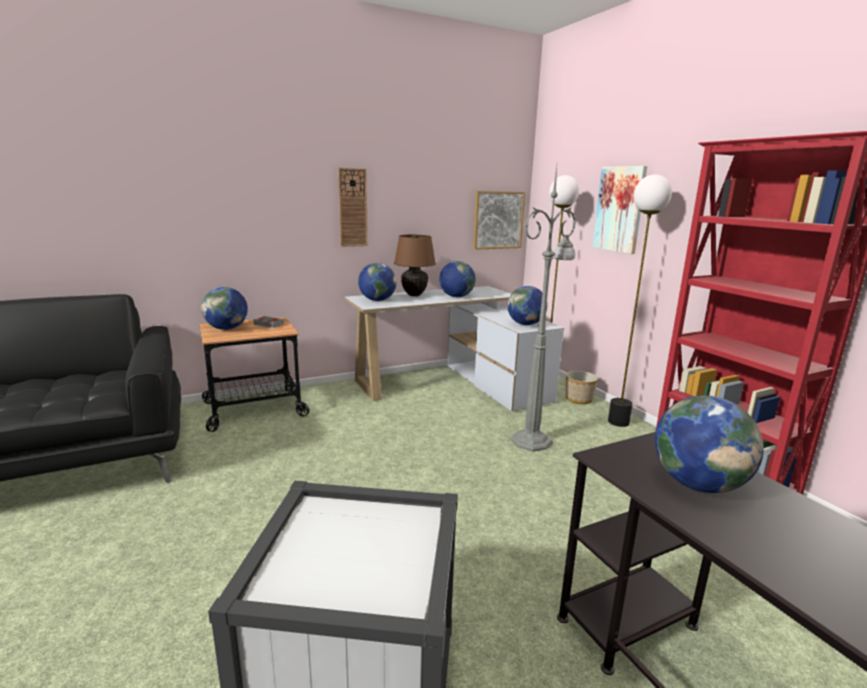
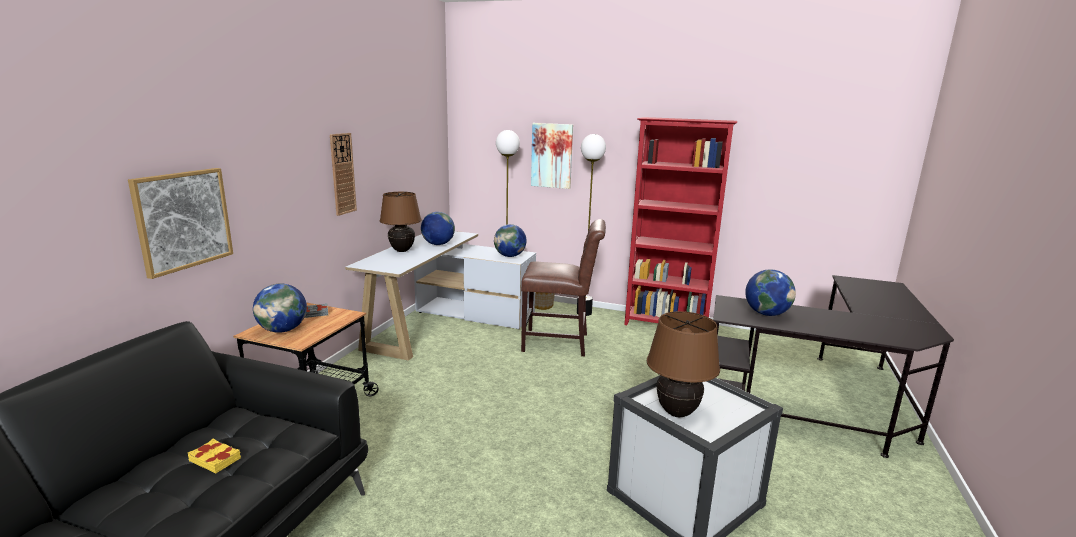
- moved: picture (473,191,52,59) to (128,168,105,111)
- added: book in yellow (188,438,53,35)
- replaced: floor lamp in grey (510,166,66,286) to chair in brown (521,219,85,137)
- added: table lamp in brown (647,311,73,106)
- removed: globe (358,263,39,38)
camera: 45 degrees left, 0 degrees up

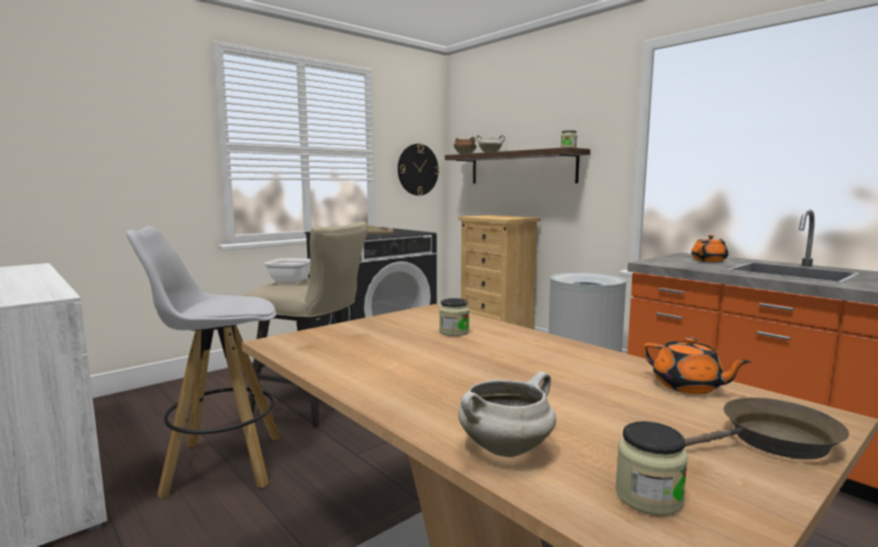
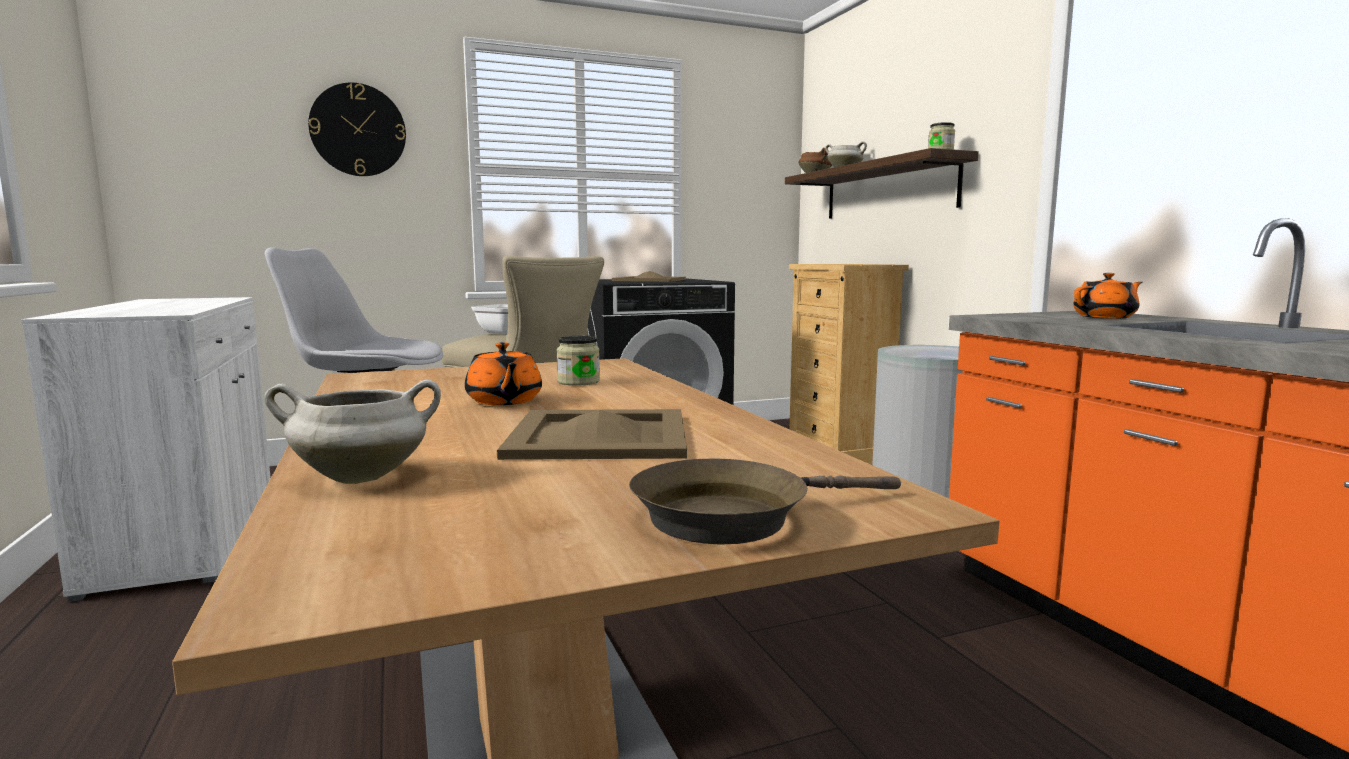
- moved: wall clock (398,144,41,52) to (308,83,98,93)
- moved: teapot in orange (642,337,109,57) to (465,342,77,63)
- added: tray in beige (497,409,190,51)
- turned: frying pan in brown (685,397,164,62) = (629,458,272,87) 150 degrees clockwise
- removed: jar (615,421,73,95)
camera: 20 degrees right, 0 degrees up

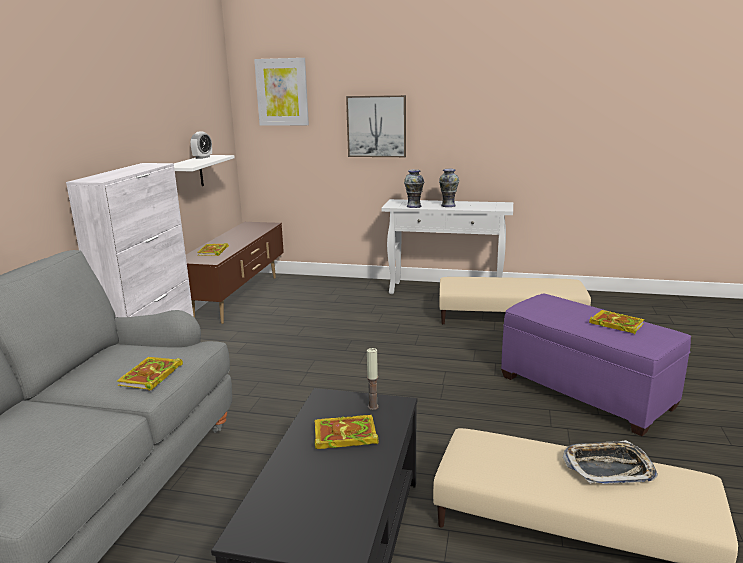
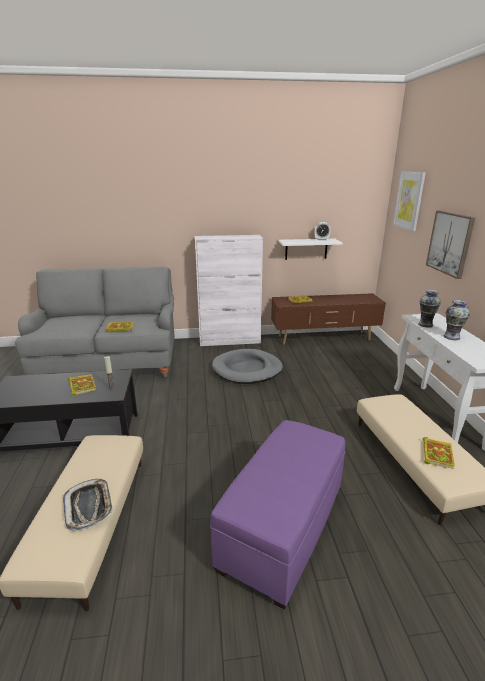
- added: dog bed in grey (212,349,71,35)
- moved: book (589,310,55,25) to (423,437,32,32)
camera: 70 degrees right, 5 degrees up

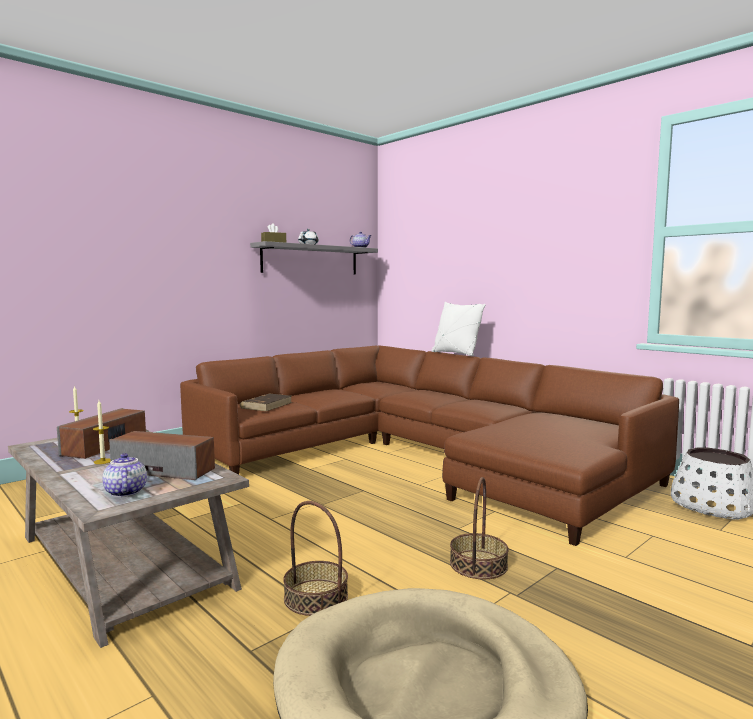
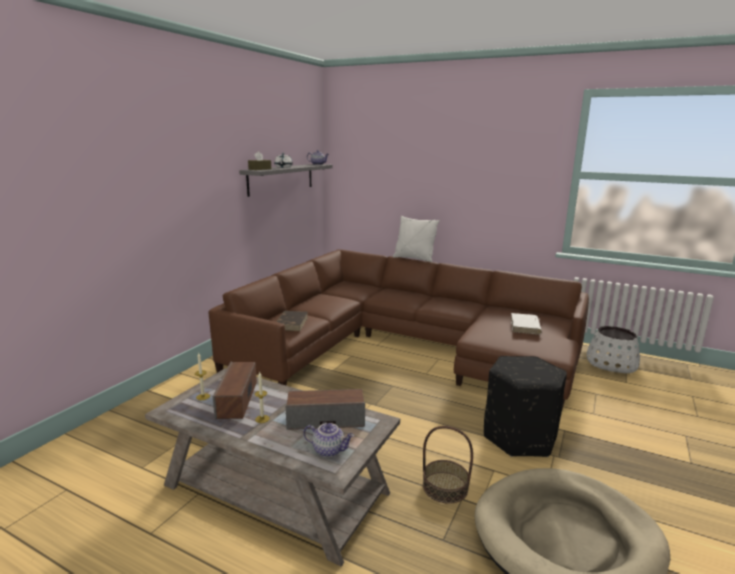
- turned: teapot (102,453,45,44) = (303,423,51,34) 150 degrees clockwise
- replaced: basket (450,477,59,102) to ottoman in black (484,356,83,101)
- added: book in white (511,313,31,22)
camera: 20 degrees left, 10 degrees up

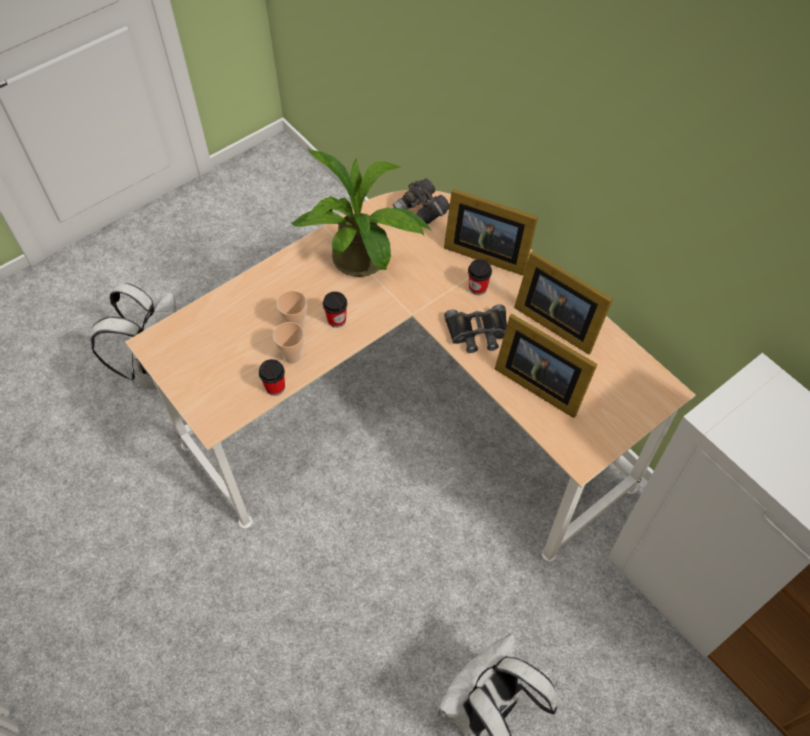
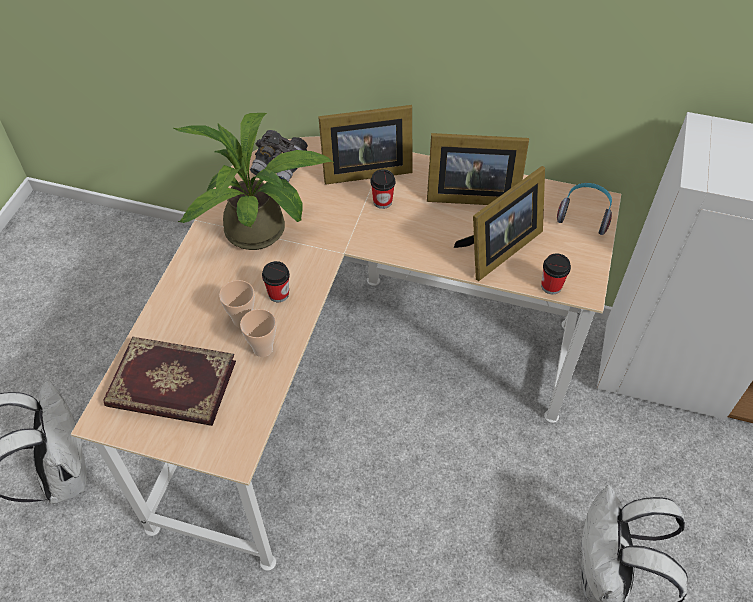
- added: book (103,337,133,89)
- turned: picture frame (495,313,103,105) = (454,166,91,115) 45 degrees counterclockwise
- moved: cup (259,359,26,37) to (541,253,30,42)
- added: headphones (557,183,55,52)
- removed: binoculars in black (444,304,63,49)
camera: 35 degrees left, 5 degrees down

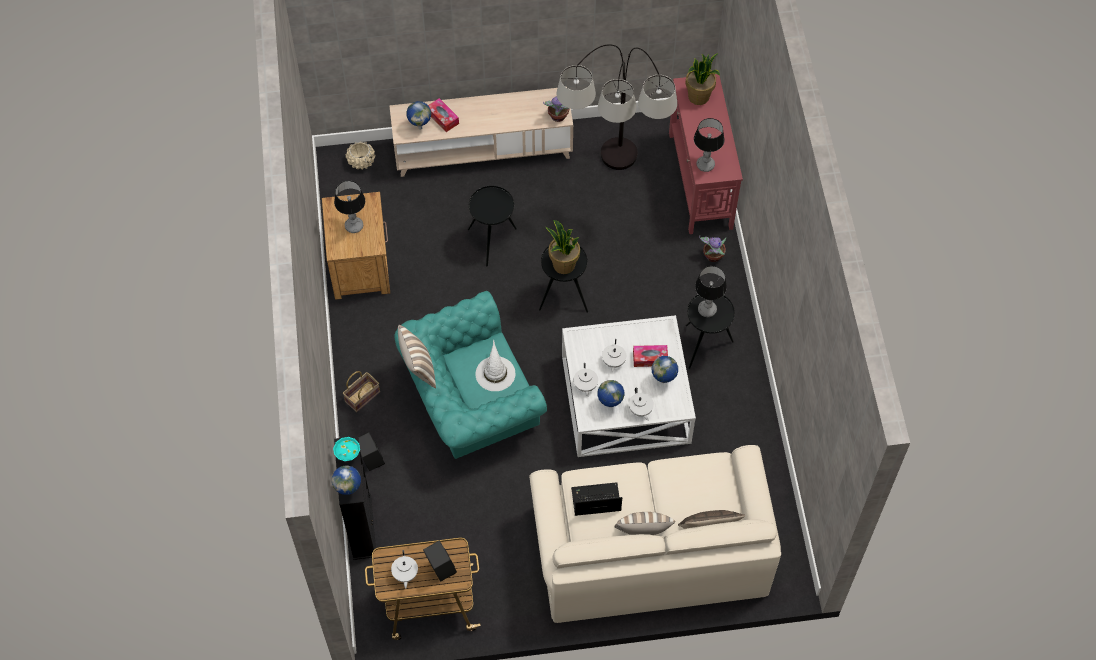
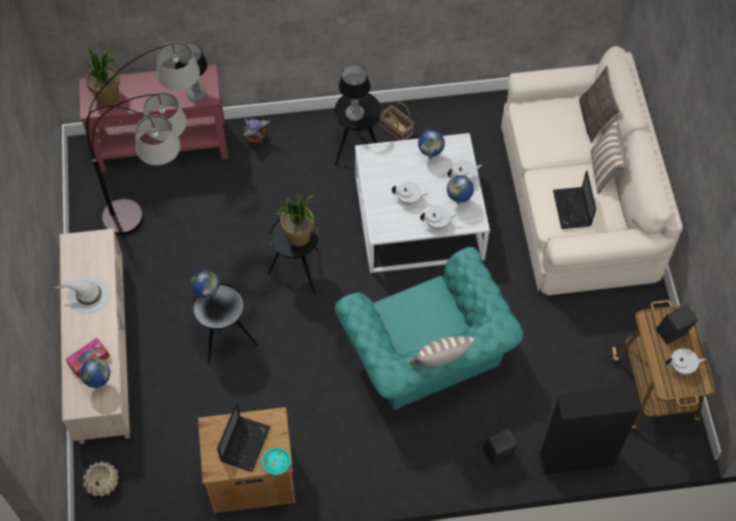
- moved: hat in white (476,339,39,52) to (54,276,57,38)
- moved: globe (332,466,29,29) to (190,269,29,30)
- replaced: table lamp (334,181,31,52) to laptop (217,403,54,69)
- moved: bowl in turquoise (333,437,27,24) to (262,447,29,28)
- moved: basket (343,371,37,41) to (380,102,34,39)
- removed: potted plant (543,96,26,26)
- removed: tissue box (633,345,35,22)
camera: 90 degrees left, 0 degrees up

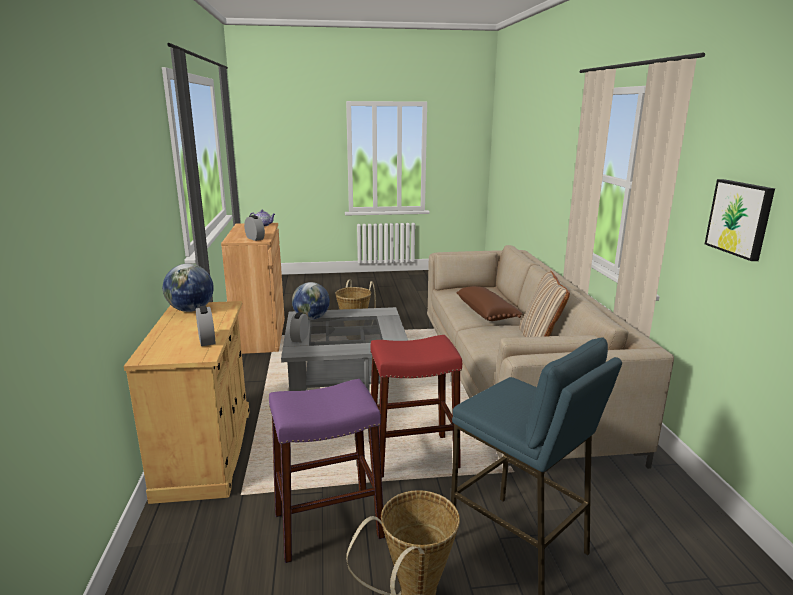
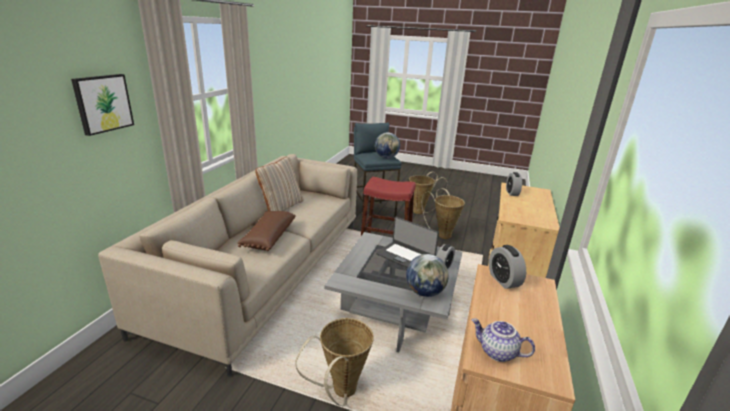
- moved: picture (705,179,70,82) to (71,74,63,62)
- moved: globe (163,264,51,48) to (375,132,25,26)
- added: laptop (376,217,63,50)
- replaced: stool in purple (269,379,116,184) to basket (422,188,43,51)
camera: 155 degrees left, 5 degrees up

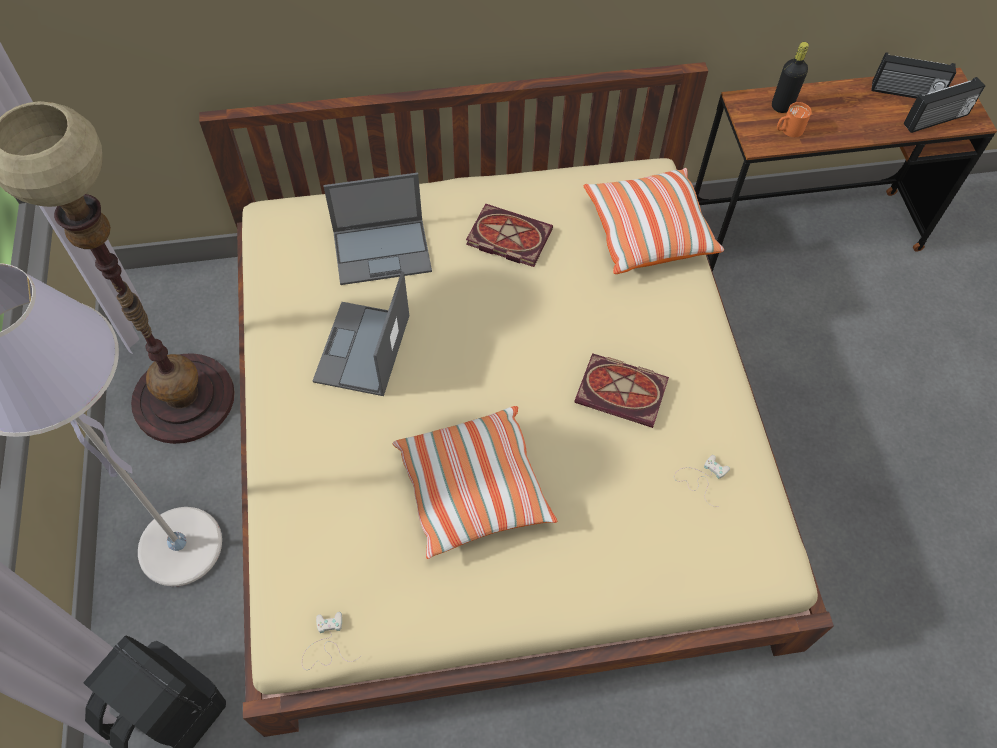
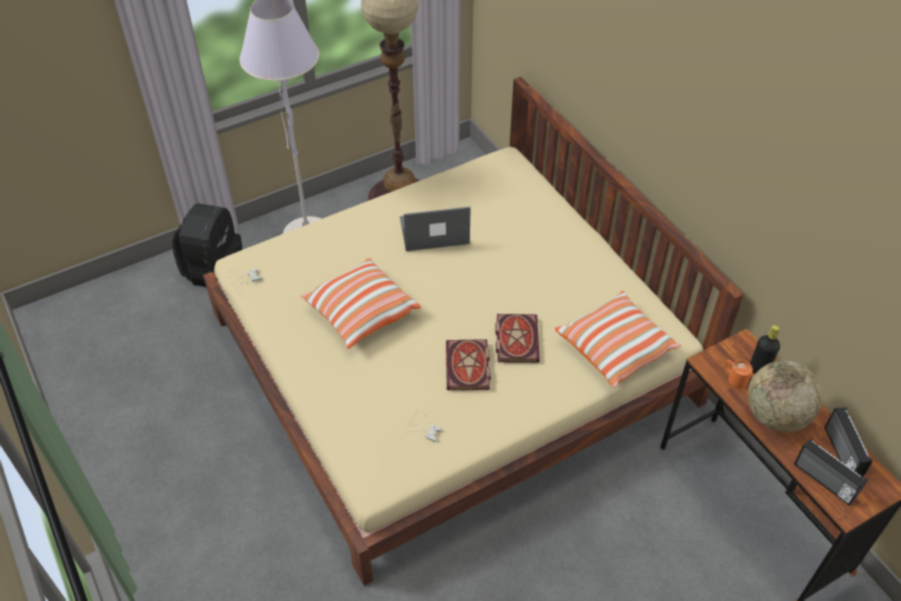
- moved: book (466,204,87,63) to (495,314,45,49)
- added: globe (747,361,76,71)
- removed: laptop (323,173,109,112)
camera: 70 degrees right, 10 degrees down

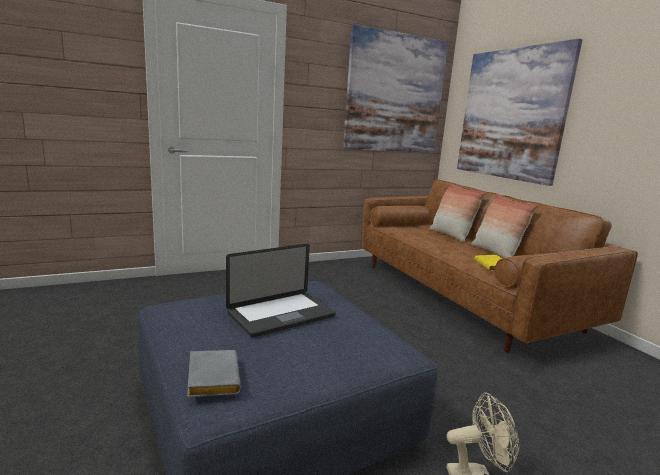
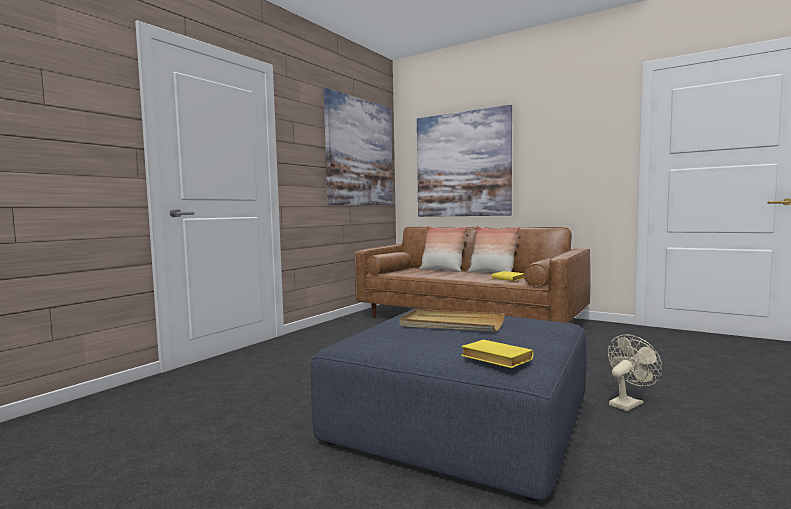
- replaced: laptop (226,244,110,93) to tray in beige (400,309,105,23)
- recoloured: book in grey (187,350,54,47) to book in yellow (461,340,72,28)
camera: 30 degrees left, 10 degrees down

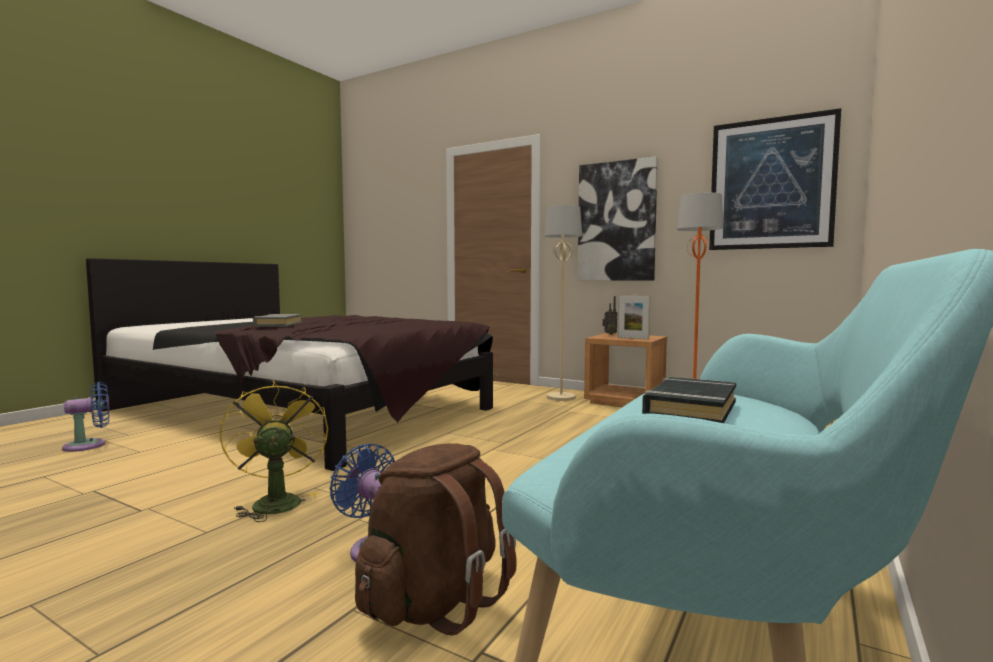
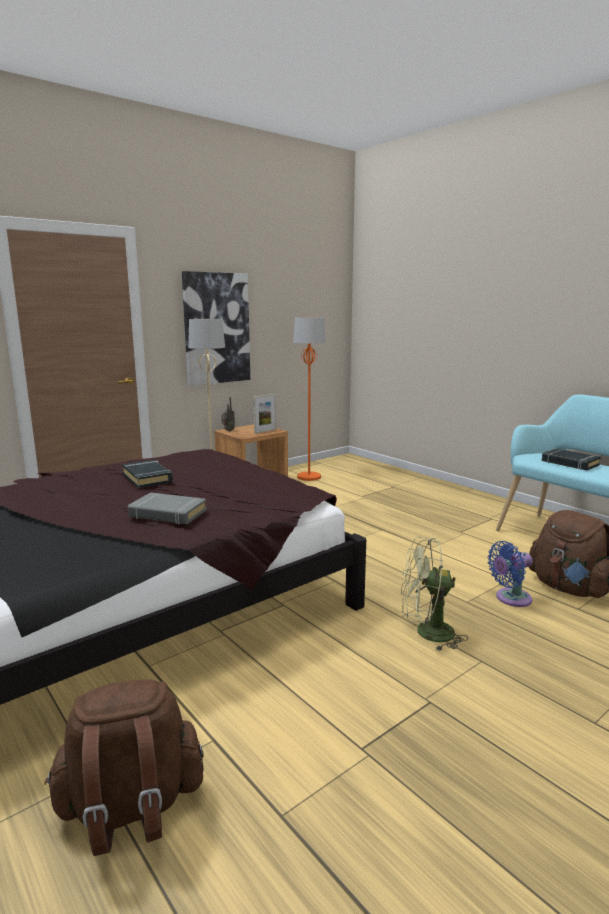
- replaced: fan in blue (62,382,47,70) to backpack in brown (44,679,160,177)
- added: book in black (122,460,51,28)
- recoloured: fan in yellow (220,380,108,142) to fan in green (401,537,67,114)
- removed: picture (709,108,132,142)
camera: 70 degrees left, 10 degrees up

